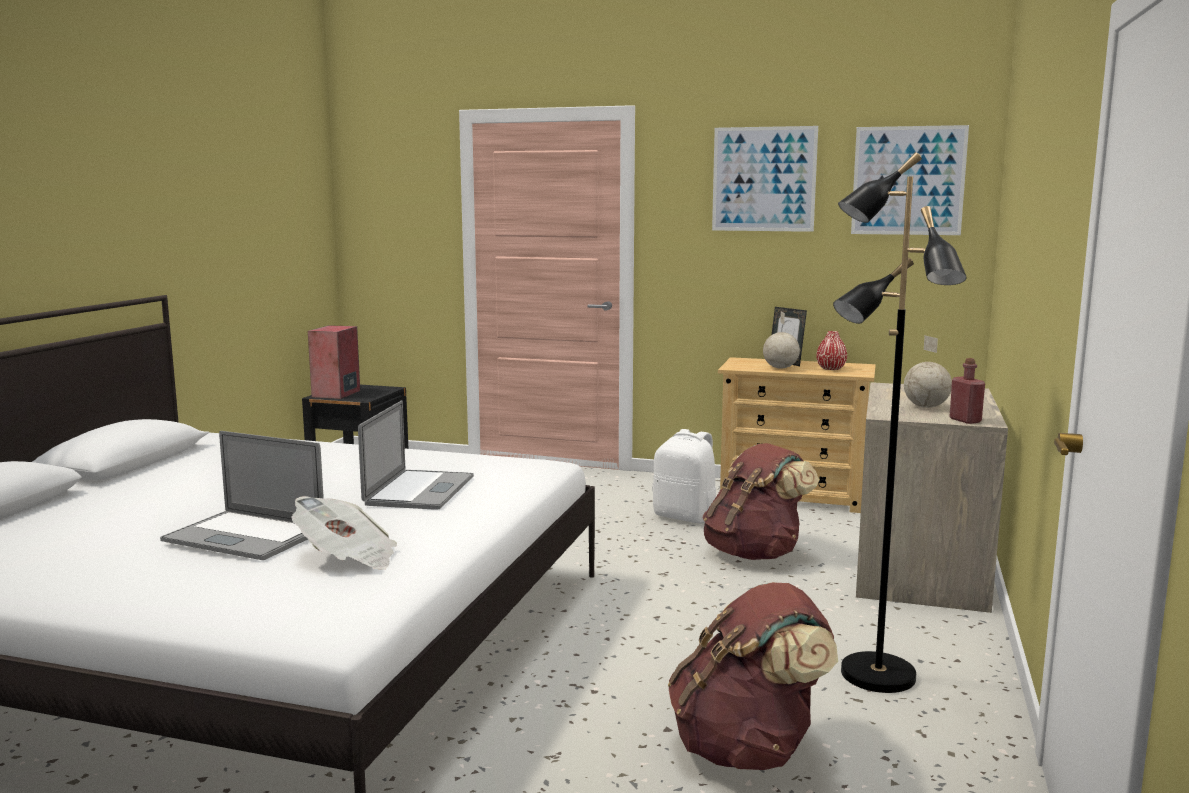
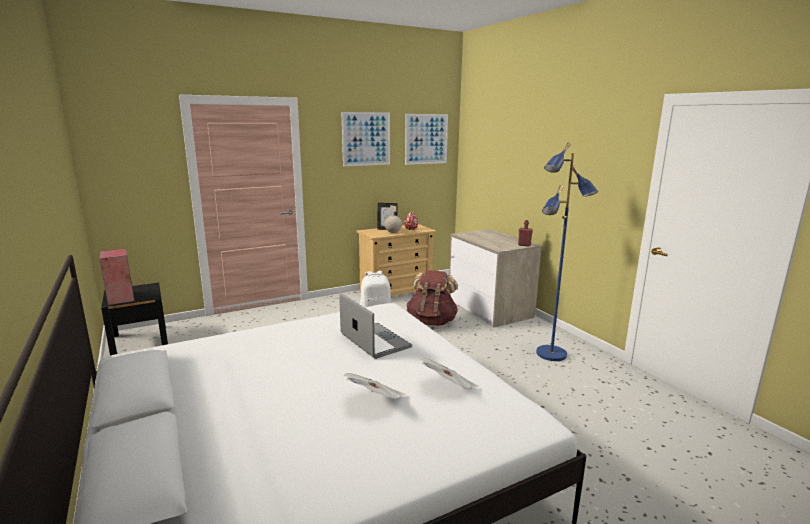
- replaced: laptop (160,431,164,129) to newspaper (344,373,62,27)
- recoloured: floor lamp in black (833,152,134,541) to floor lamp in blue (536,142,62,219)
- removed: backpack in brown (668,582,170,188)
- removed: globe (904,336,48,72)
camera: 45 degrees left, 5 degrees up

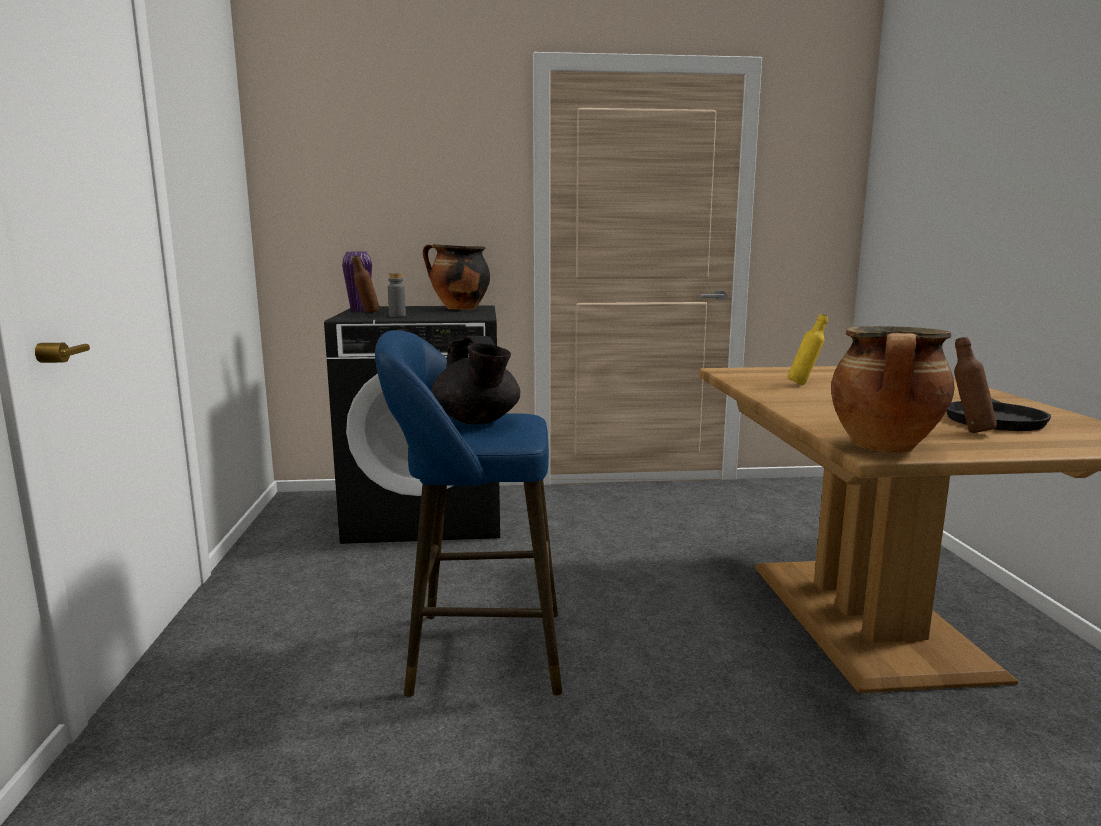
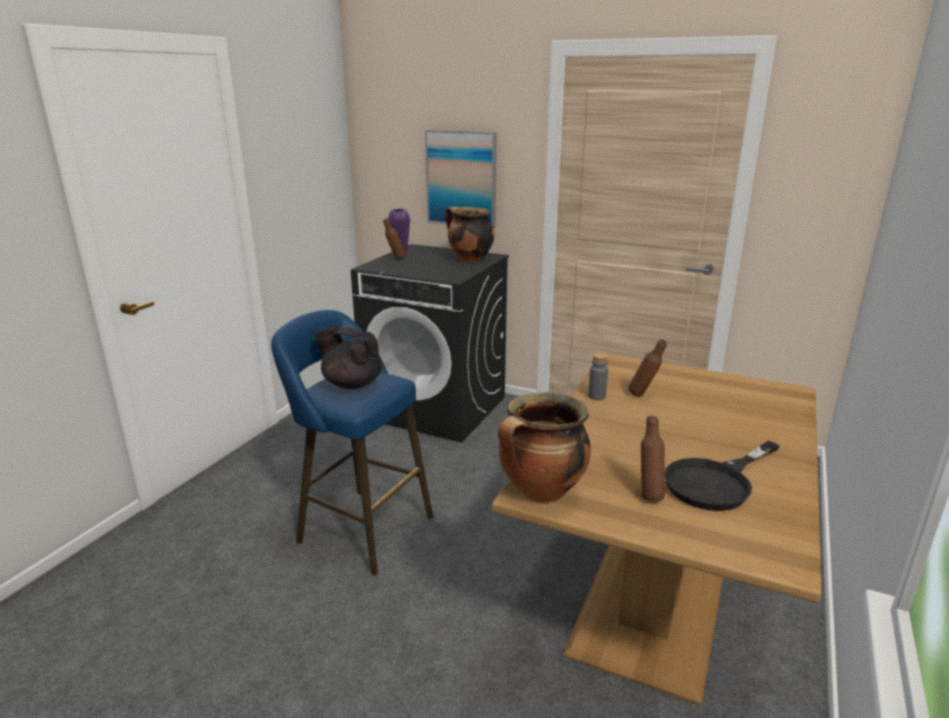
- turned: teapot in black (431,336,89,88) = (314,326,68,63) 105 degrees clockwise
- added: picture (425,130,72,98)
- moved: bottle in grey (388,273,18,44) to (588,353,20,47)
- recoloured: bottle in yellow (788,314,40,71) to bottle in brown (628,339,39,58)
camera: 30 degrees right, 10 degrees up

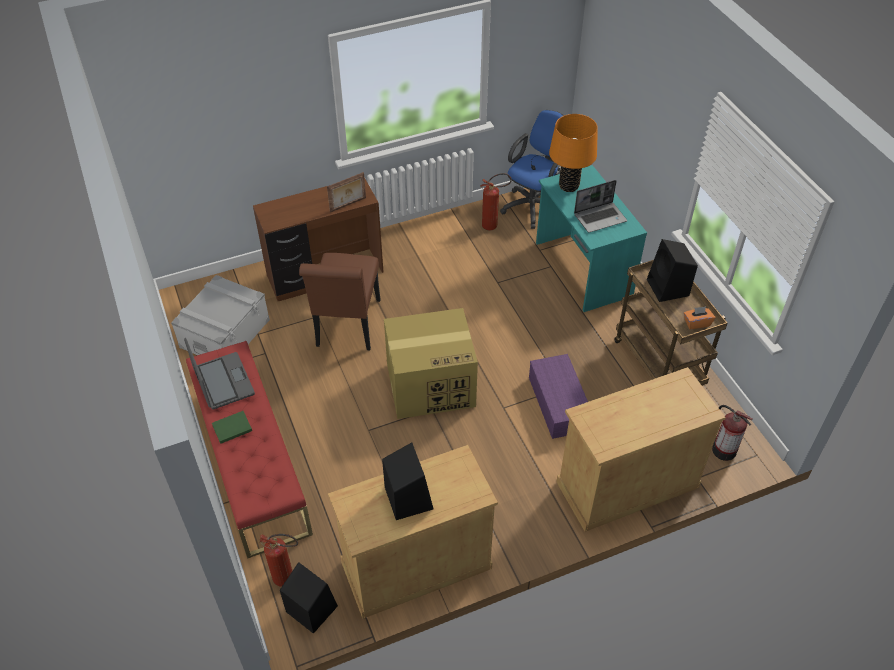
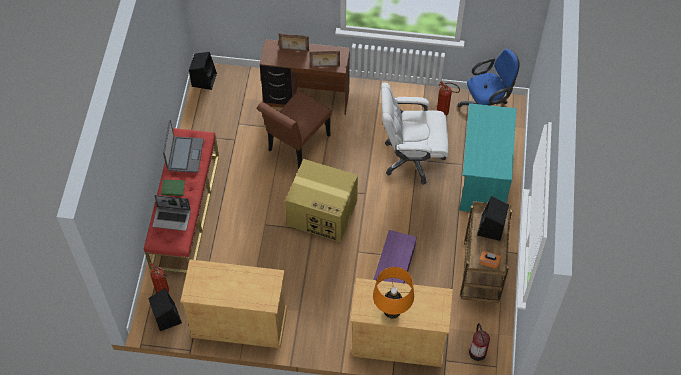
- moved: laptop (574,180,53,53) to (153,195,38,36)
- moved: speaker in black (382,442,51,78) to (189,52,28,38)
- added: picture frame (279,34,30,18)
- moved: table lamp in orange (549,114,49,78) to (373,267,41,52)
- added: office chair in white (381,82,68,102)
- removed: storage box in grey (171,275,99,80)
camera: 30 degrees right, 10 degrees up

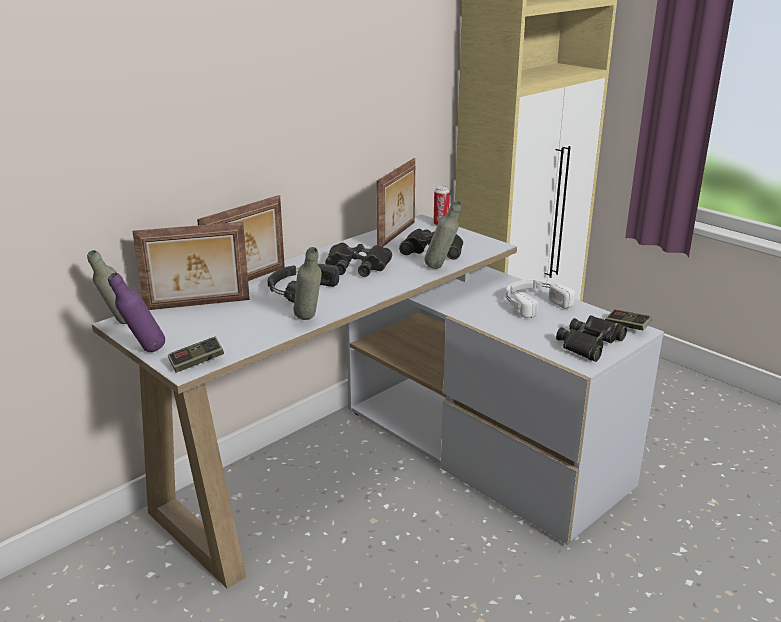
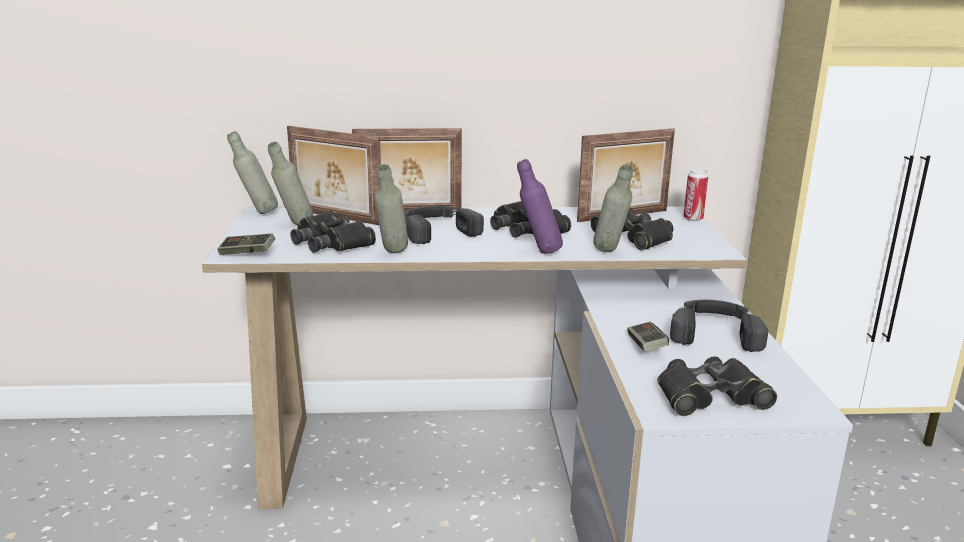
- added: bottle in grey (268,142,45,83)
- added: binoculars in black (290,211,86,42)
- moved: bottle in purple (108,273,57,79) to (517,159,46,95)
- moved: game controller (605,309,47,21) to (627,322,42,29)
- recoloured: headphones in white (506,279,69,39) to headphones in black (670,300,98,52)
camera: 40 degrees right, 5 degrees down

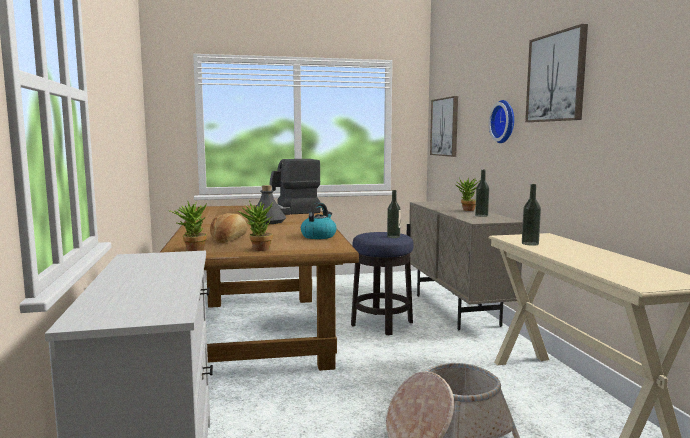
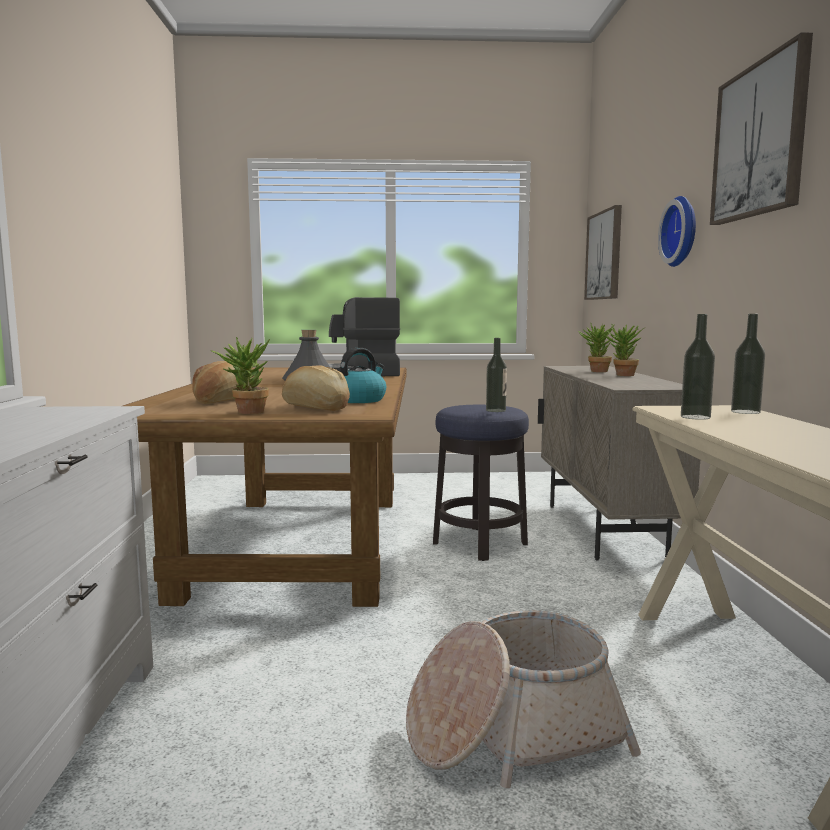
- added: bread (282,365,68,46)
- moved: potted plant (169,201,38,50) to (578,323,37,49)
- moved: bottle (475,170,14,47) to (731,314,34,100)
camera: 10 degrees right, 0 degrees up

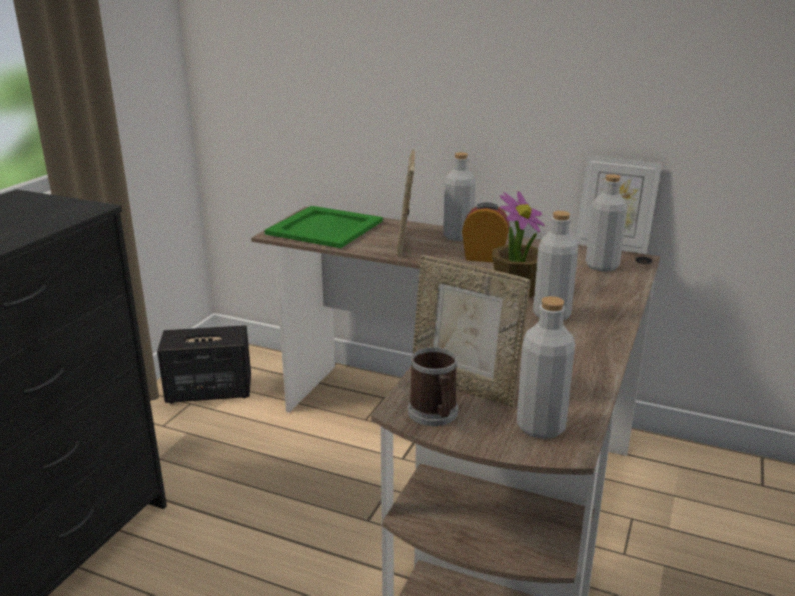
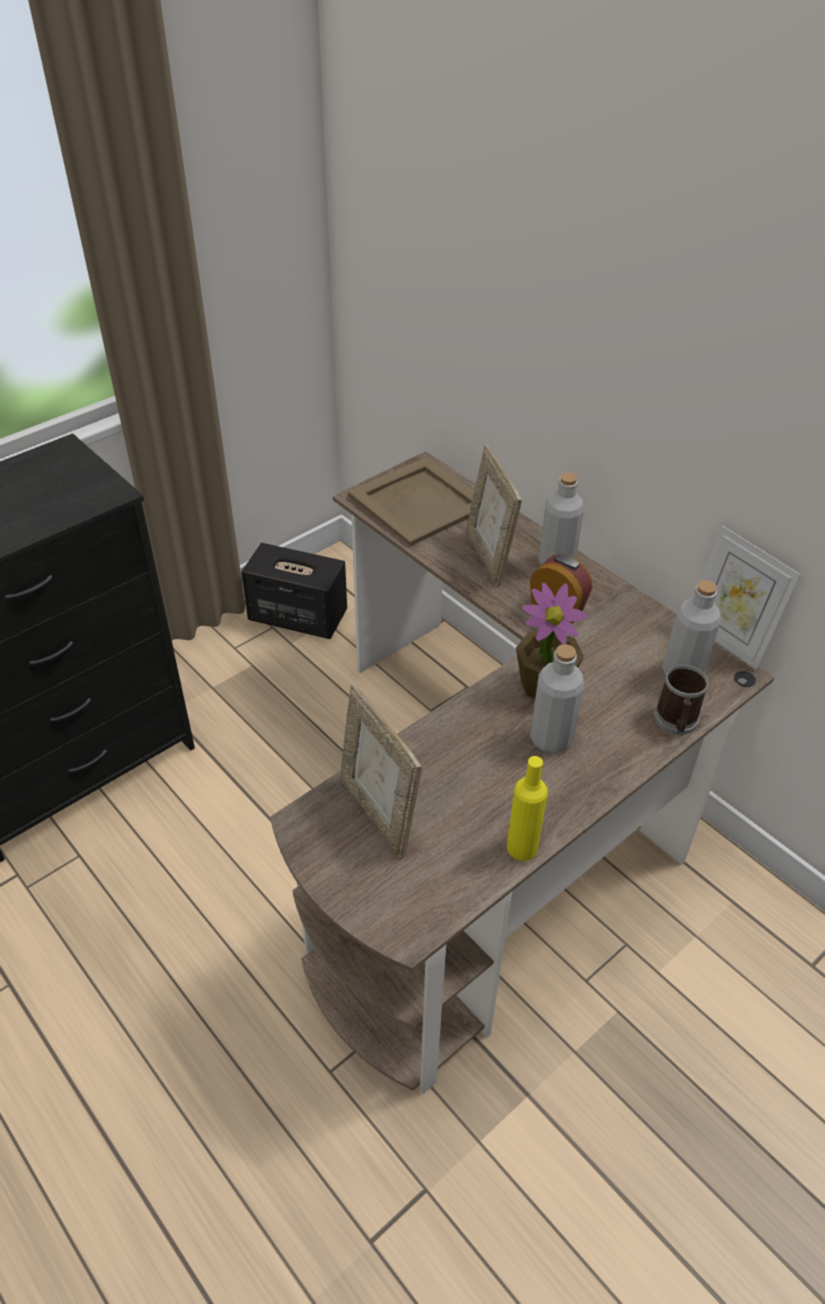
- recoloured: tray in green (265,206,118,42) to tray in beige (348,457,127,89)
- turned: picture frame (397,149,18,108) = (467,445,55,142) 45 degrees counterclockwise
- added: bottle in yellow (507,756,41,105)
- moved: mug (408,347,50,79) to (653,665,56,70)
- removed: bottle in grey (517,296,58,143)
camera: 25 degrees right, 20 degrees up

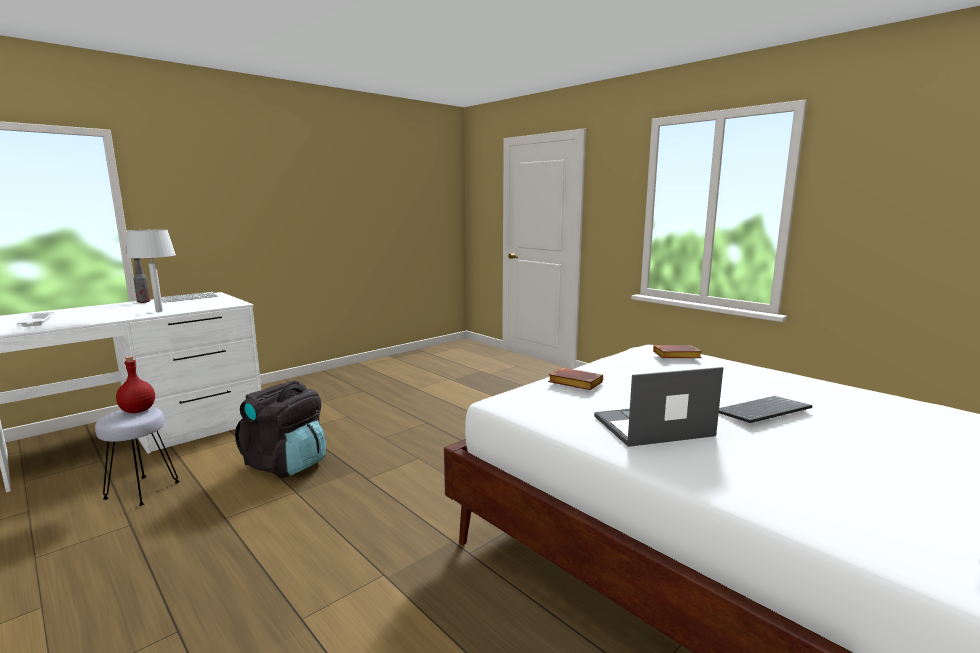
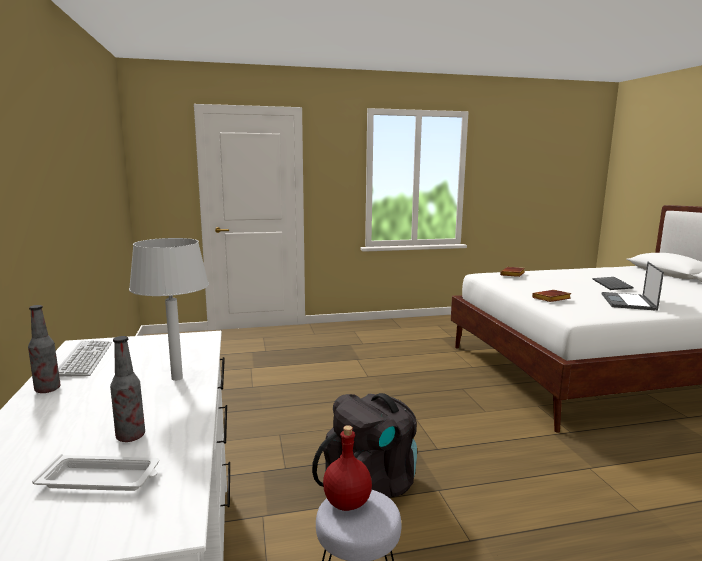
- added: bottle (110,336,35,106)
camera: 60 degrees left, 0 degrees up

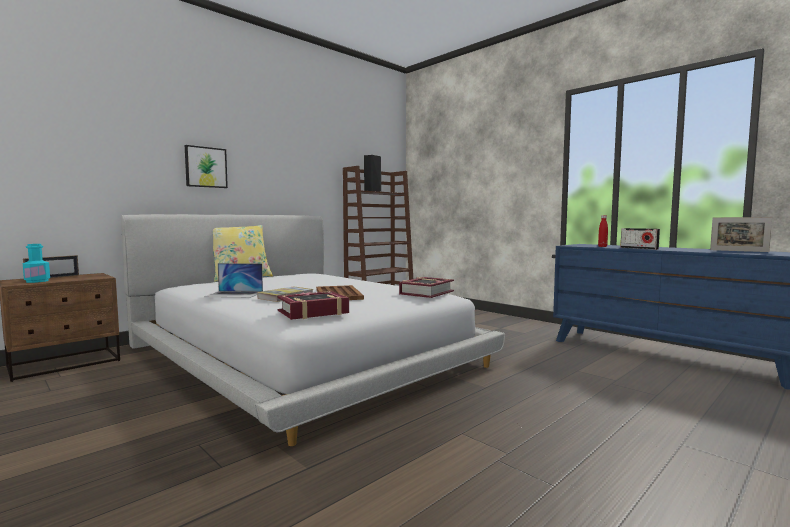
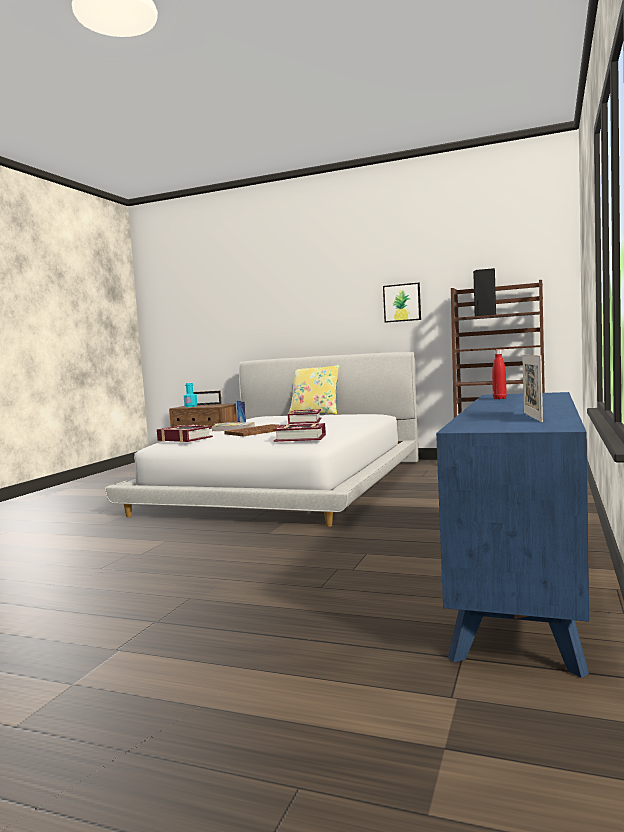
- added: book (288,409,34,15)
- moved: picture (185,145,43,43) to (383,283,38,40)
- removed: radio (620,228,40,22)
camera: 65 degrees right, 0 degrees up

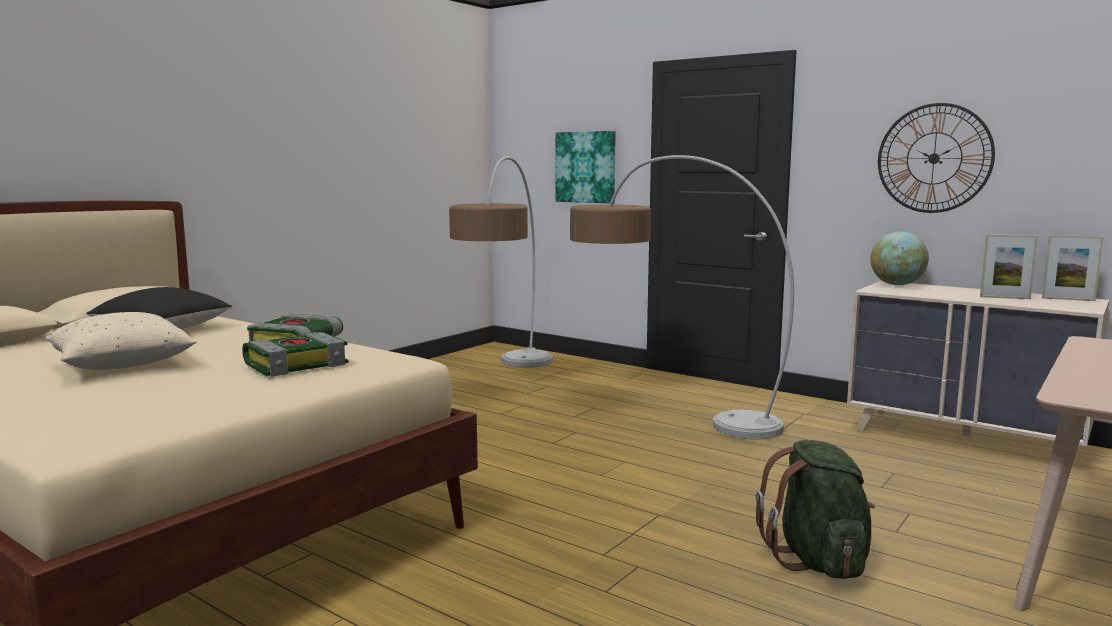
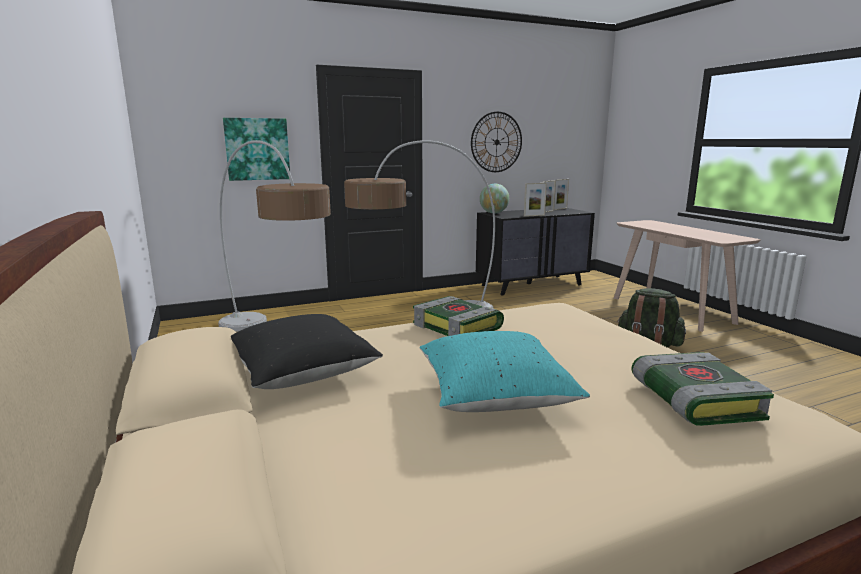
- recoloured: pillow in beige (46,312,150,58) to pillow in turquoise (420,331,170,81)
- recoloured: dresser in beige (847,281,263,165) to dresser in black (476,208,119,88)
- added: picture frame (524,183,23,34)
- moved: book (242,332,106,45) to (631,352,143,74)
camera: 60 degrees left, 5 degrees up

